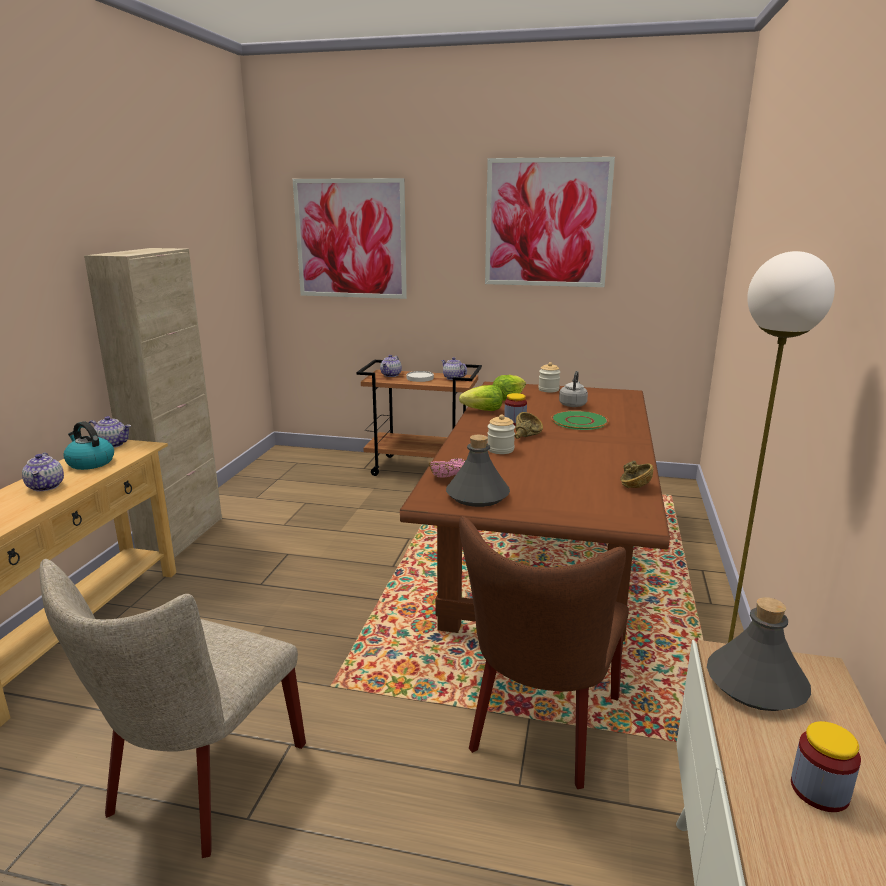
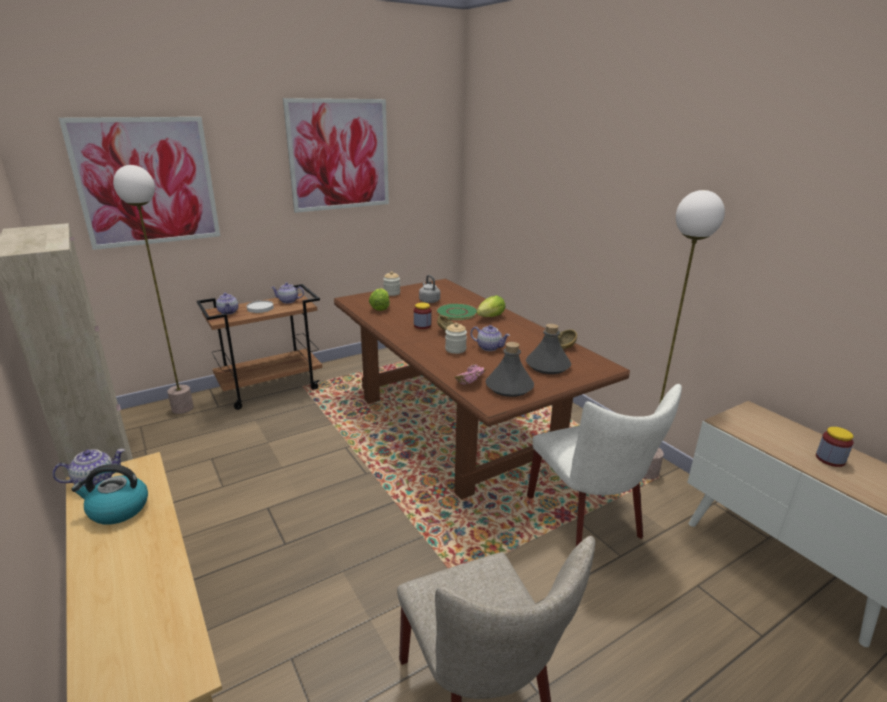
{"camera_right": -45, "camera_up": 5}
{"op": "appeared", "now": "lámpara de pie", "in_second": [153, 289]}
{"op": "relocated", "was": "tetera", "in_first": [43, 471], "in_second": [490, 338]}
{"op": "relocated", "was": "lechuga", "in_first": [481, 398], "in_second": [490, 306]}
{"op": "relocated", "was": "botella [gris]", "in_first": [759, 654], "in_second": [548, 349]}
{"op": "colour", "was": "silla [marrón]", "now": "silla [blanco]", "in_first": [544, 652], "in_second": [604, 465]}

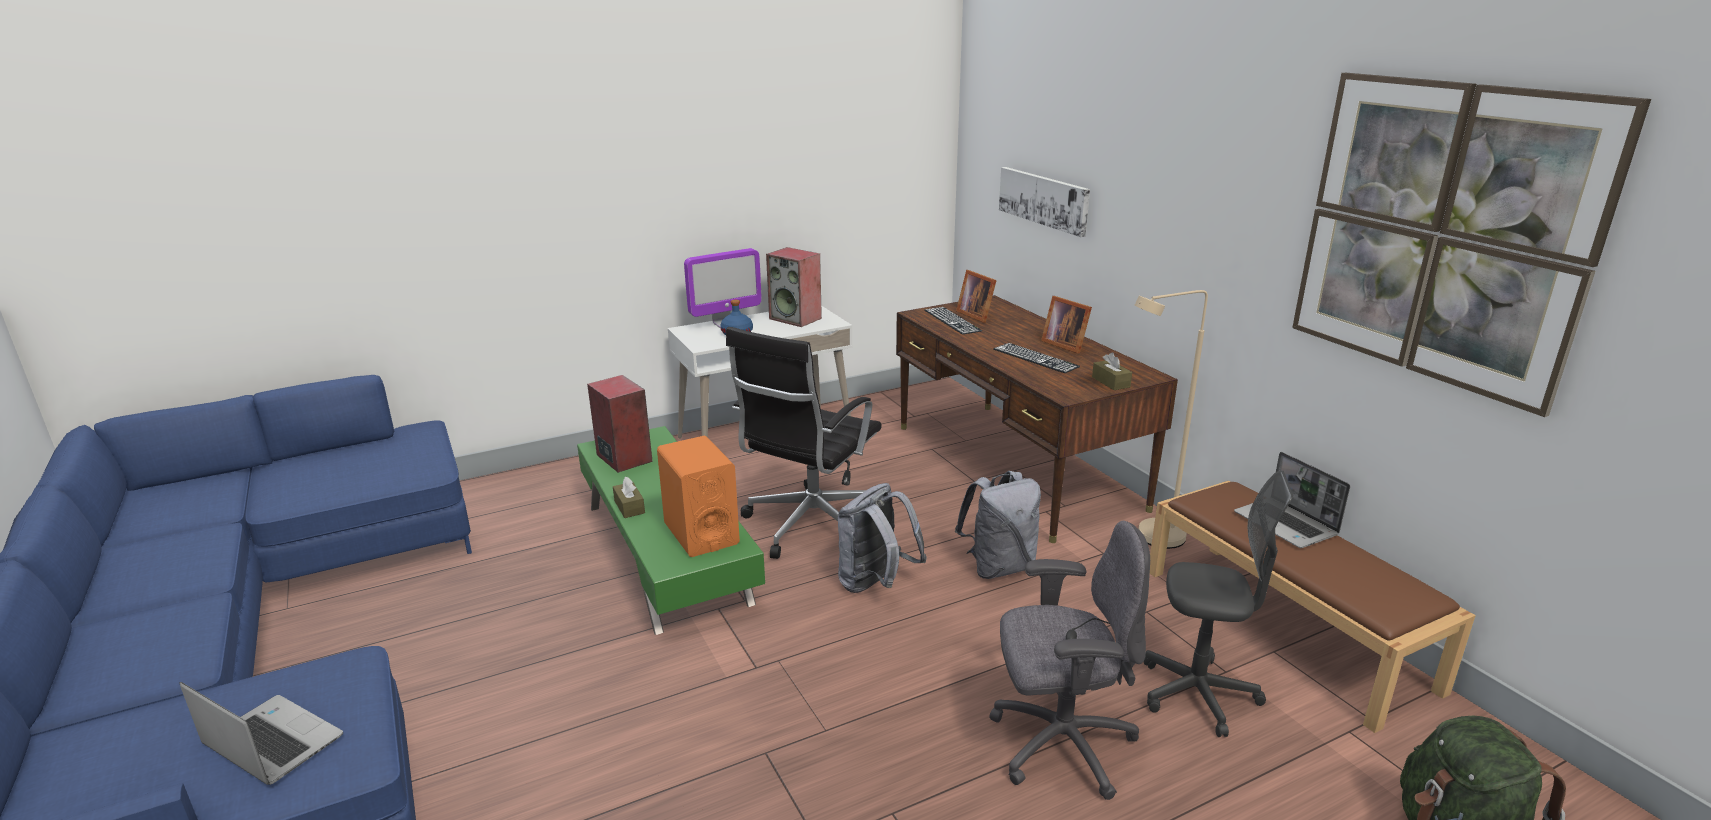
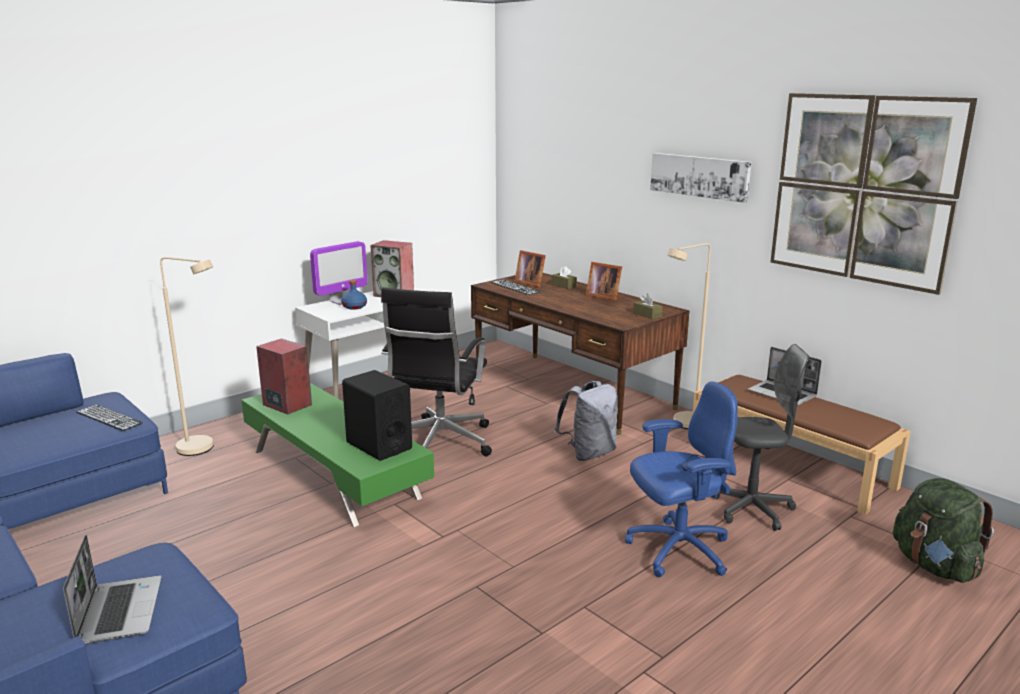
{"camera_right": -15, "camera_up": -5}
{"op": "missing", "was": "mochila [gris]", "in_first": [882, 538]}
{"op": "appeared", "now": "lámpara de pie [beis]", "in_second": [186, 356]}
{"op": "relocated", "was": "caja de pañuelos [marrón]", "in_first": [629, 497], "in_second": [564, 277]}
{"op": "relocated", "was": "teclado", "in_first": [1036, 358], "in_second": [109, 418]}
{"op": "relocated", "was": "cuadro", "in_first": [1044, 202], "in_second": [700, 178]}
{"op": "colour", "was": "altavoz [naranja]", "now": "altavoz [negro]", "in_first": [698, 496], "in_second": [377, 415]}
{"op": "colour", "was": "silla de oficina [gris]", "now": "silla de oficina [azul]", "in_first": [1069, 660], "in_second": [681, 479]}
{"op": "spun", "was": "portátil", "in_first": [261, 733], "in_second": [112, 589], "clockwise": 60}

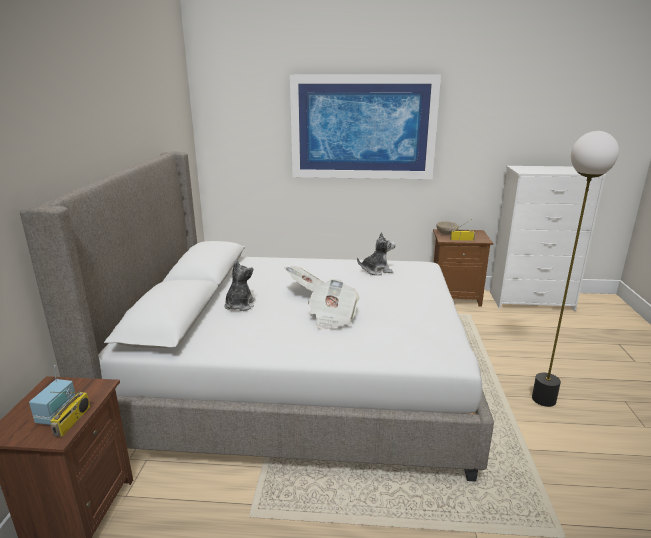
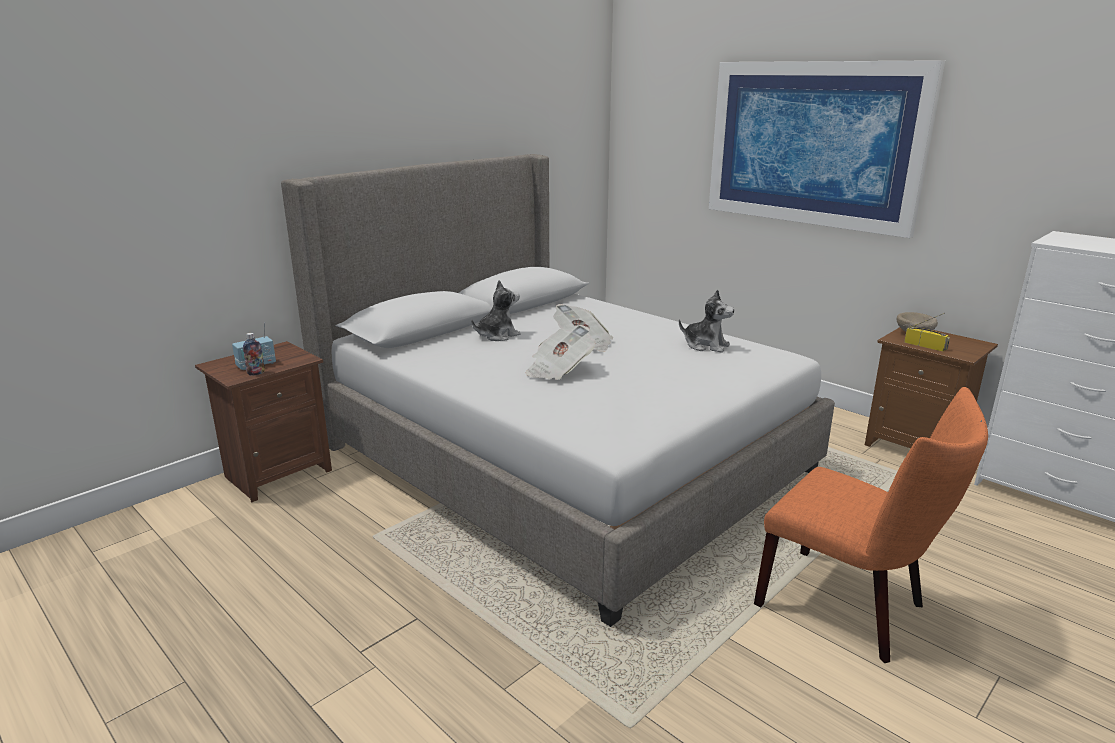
{"camera_right": 40, "camera_up": 0}
{"op": "exchanged", "was": "radio", "now": "botella", "in_first": [70, 414], "in_second": [254, 354]}
{"op": "exchanged", "was": "lámpara de pie", "now": "silla [naranja]", "in_first": [575, 269], "in_second": [871, 525]}

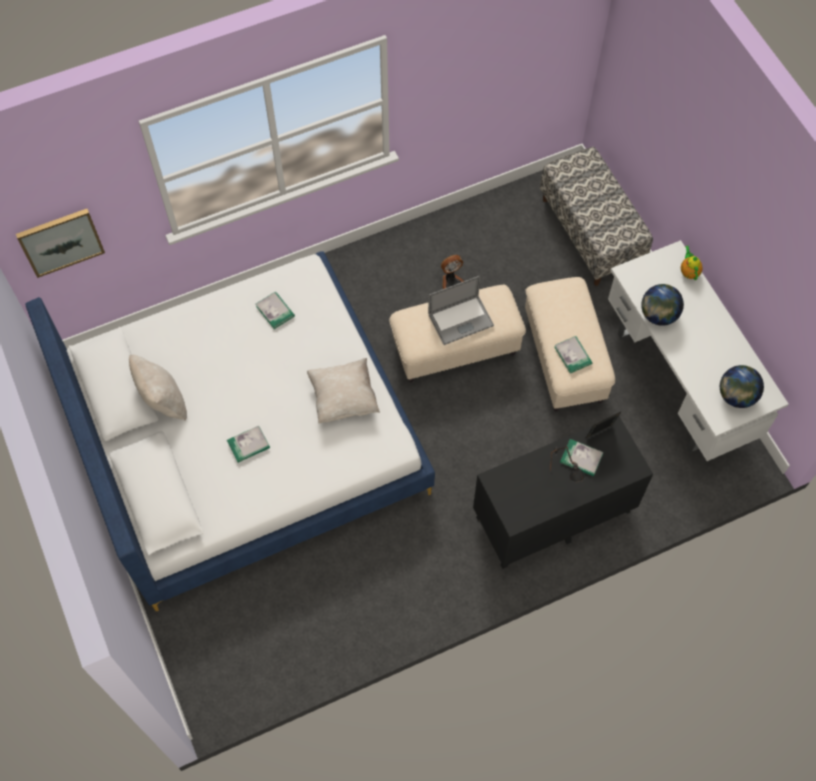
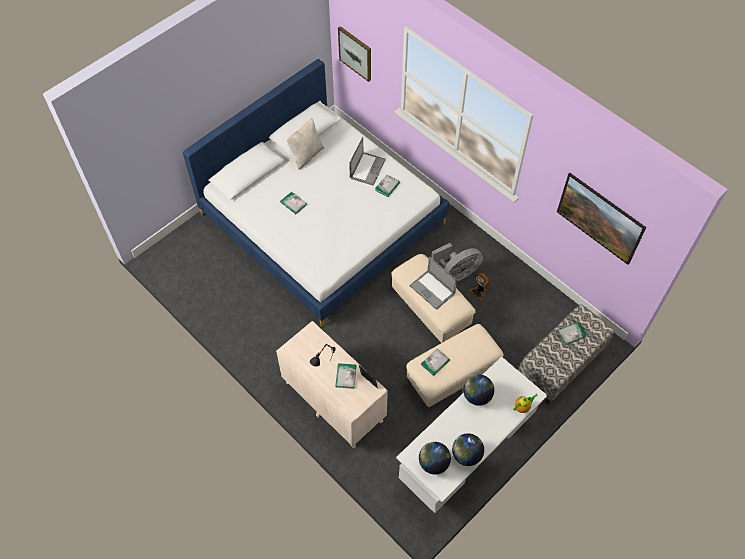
{"camera_right": 70, "camera_up": -5}
{"op": "missing", "was": "cojín [beis]", "in_first": [343, 391]}
{"op": "appeared", "now": "portátil", "in_second": [367, 161]}
{"op": "appeared", "now": "ventilador [gris]", "in_second": [457, 262]}
{"op": "appeared", "now": "globo terráqueo", "in_second": [468, 449]}
{"op": "appeared", "now": "cuadro", "in_second": [601, 219]}
{"op": "appeared", "now": "libro", "in_second": [572, 333]}
{"op": "colour", "was": "cómoda [negro]", "now": "cómoda [beis]", "in_first": [563, 492], "in_second": [332, 385]}

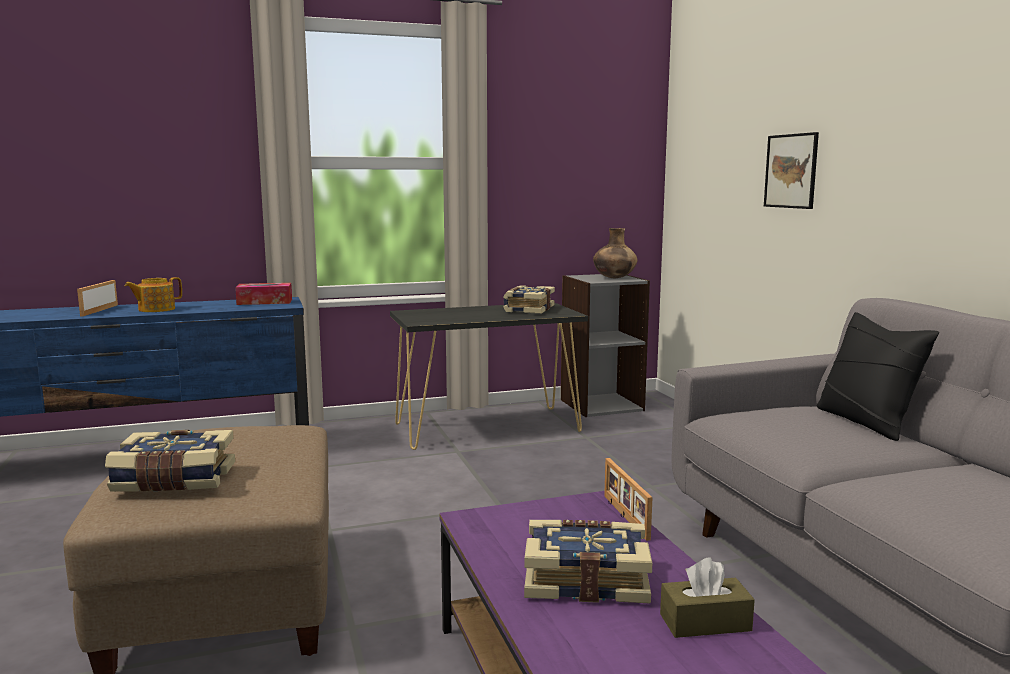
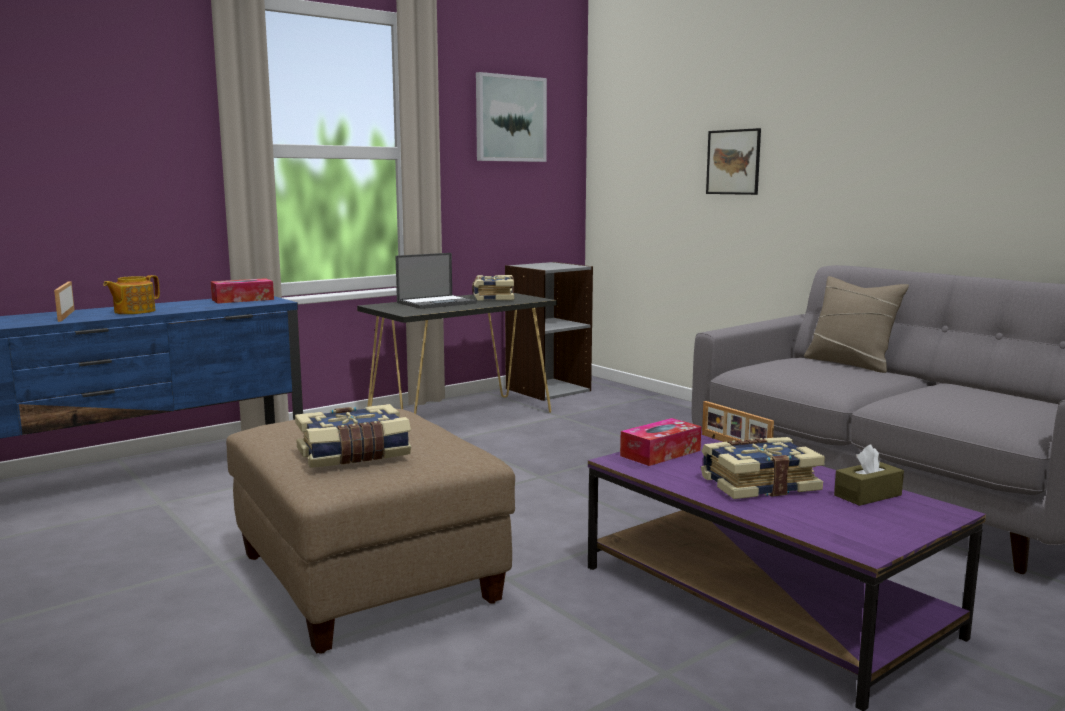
{"camera_right": -20, "camera_up": 0}
{"op": "missing", "was": "florero [marrón]", "in_first": [615, 253]}
{"op": "appeared", "now": "portátil", "in_second": [436, 281]}
{"op": "appeared", "now": "cuadro", "in_second": [511, 117]}
{"op": "appeared", "now": "caja de pañuelos", "in_second": [660, 442]}
{"op": "colour", "was": "cojín [negro]", "now": "cojín [beis]", "in_first": [878, 376], "in_second": [856, 324]}

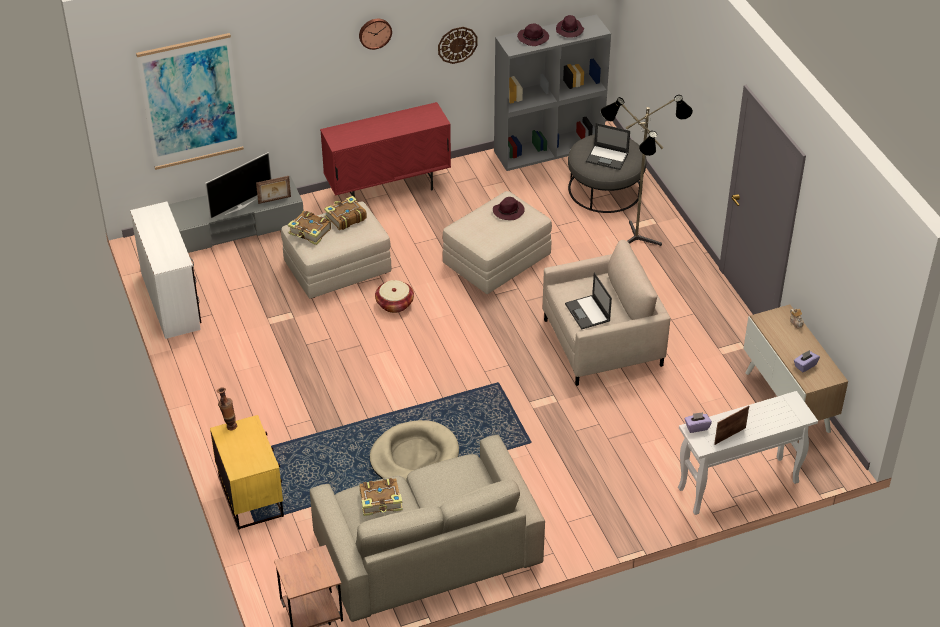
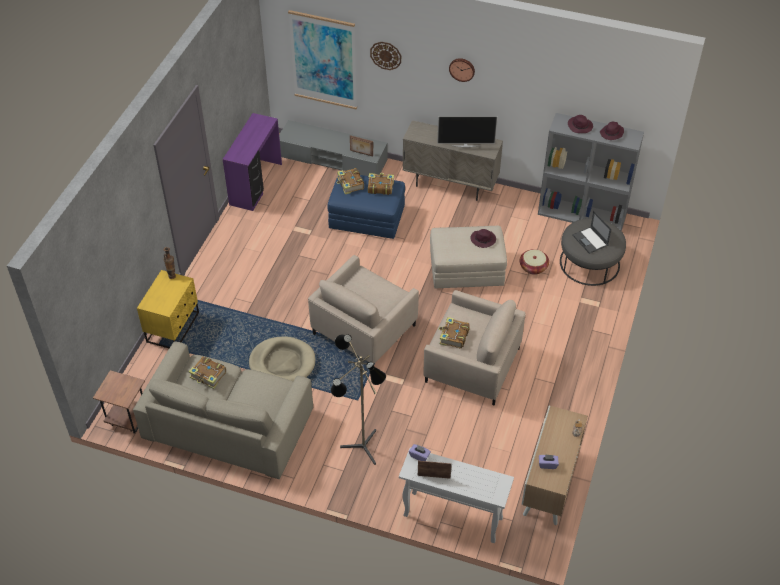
{"camera_right": 40, "camera_up": 5}
{"op": "appeared", "now": "sillón [beis]", "in_second": [363, 309]}
{"op": "relocated", "was": "televisor", "in_first": [238, 186], "in_second": [467, 132]}
{"op": "relocated", "was": "cesta", "in_first": [394, 296], "in_second": [534, 262]}
{"op": "relocated", "was": "reloj de pared", "in_first": [457, 45], "in_second": [385, 56]}
{"op": "relocated", "was": "lámpara de pie", "in_first": [647, 170], "in_second": [358, 399]}
{"op": "exchanged", "was": "portátil", "now": "libro", "in_first": [588, 301], "in_second": [454, 333]}
{"op": "colour", "was": "escritorio [blanco]", "now": "escritorio [morado]", "in_first": [165, 270], "in_second": [252, 162]}
{"op": "colour", "was": "puf [beis]", "now": "puf [azul]", "in_first": [336, 250], "in_second": [366, 207]}
{"op": "colour", "was": "armario [rojo]", "now": "armario [beis]", "in_first": [385, 150], "in_second": [452, 160]}

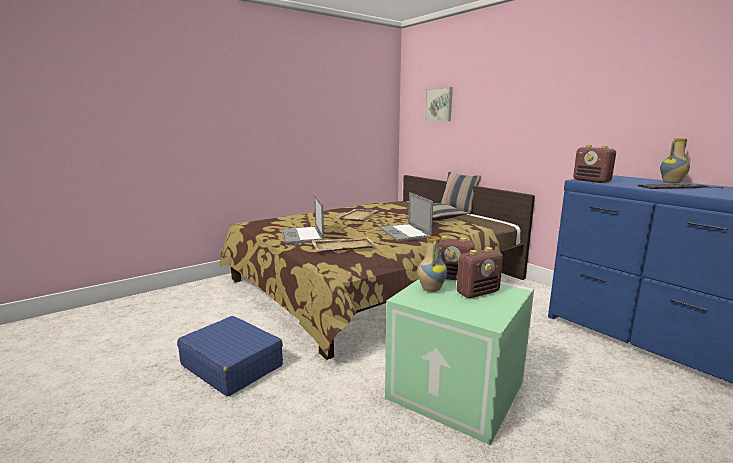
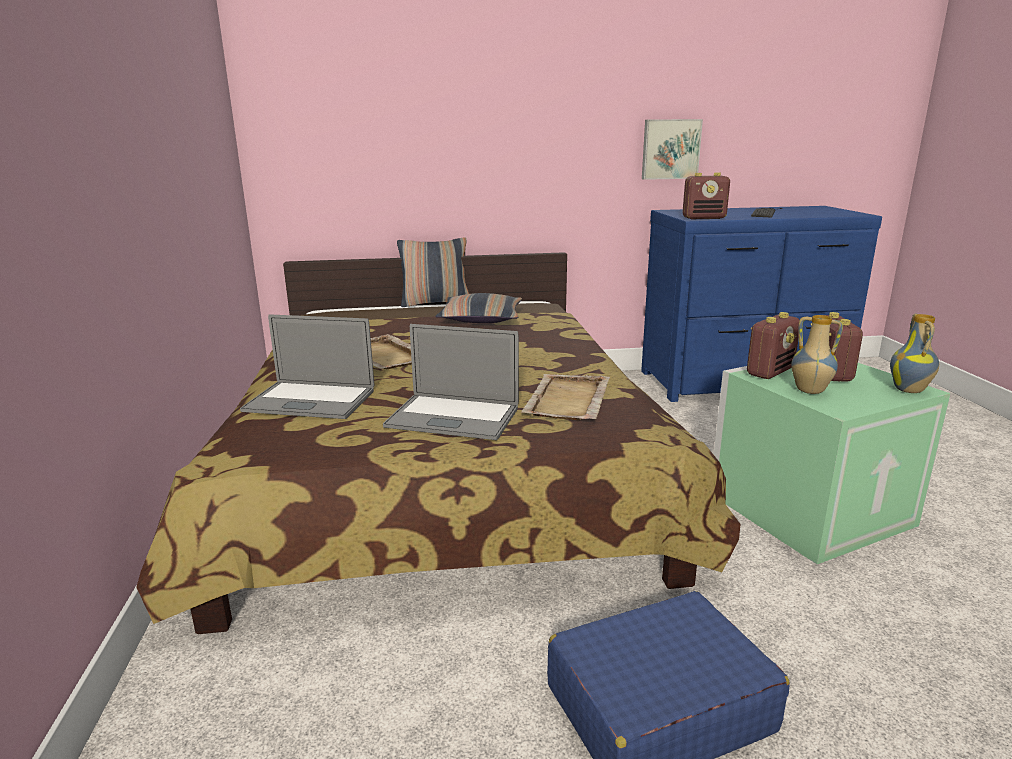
{"camera_right": -60, "camera_up": 5}
{"op": "relocated", "was": "portátil", "in_first": [406, 216], "in_second": [307, 366]}
{"op": "relocated", "was": "cuadro", "in_first": [439, 104], "in_second": [672, 149]}
{"op": "relocated", "was": "florero", "in_first": [675, 161], "in_second": [914, 353]}

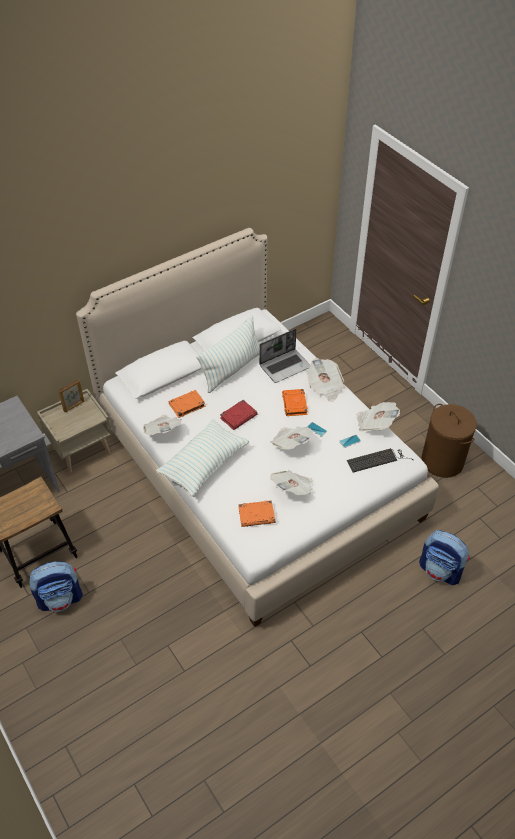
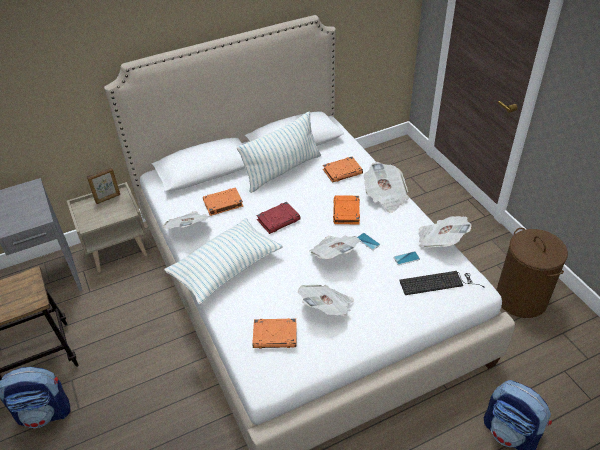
{"camera_right": 10, "camera_up": -5}
{"op": "exchanged", "was": "portátil", "now": "libro [naranja]", "in_first": [285, 356], "in_second": [343, 170]}

